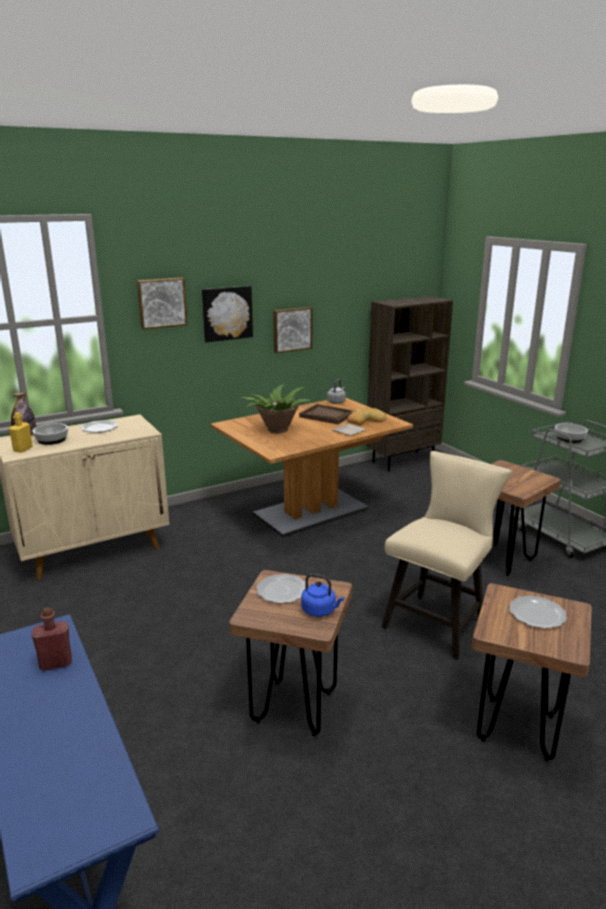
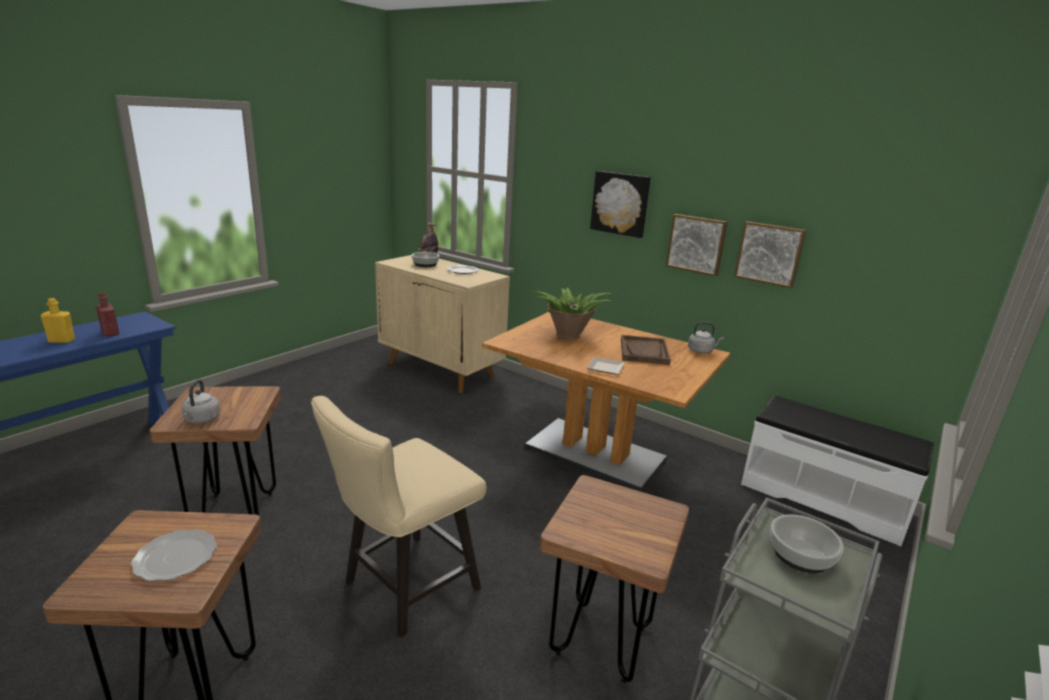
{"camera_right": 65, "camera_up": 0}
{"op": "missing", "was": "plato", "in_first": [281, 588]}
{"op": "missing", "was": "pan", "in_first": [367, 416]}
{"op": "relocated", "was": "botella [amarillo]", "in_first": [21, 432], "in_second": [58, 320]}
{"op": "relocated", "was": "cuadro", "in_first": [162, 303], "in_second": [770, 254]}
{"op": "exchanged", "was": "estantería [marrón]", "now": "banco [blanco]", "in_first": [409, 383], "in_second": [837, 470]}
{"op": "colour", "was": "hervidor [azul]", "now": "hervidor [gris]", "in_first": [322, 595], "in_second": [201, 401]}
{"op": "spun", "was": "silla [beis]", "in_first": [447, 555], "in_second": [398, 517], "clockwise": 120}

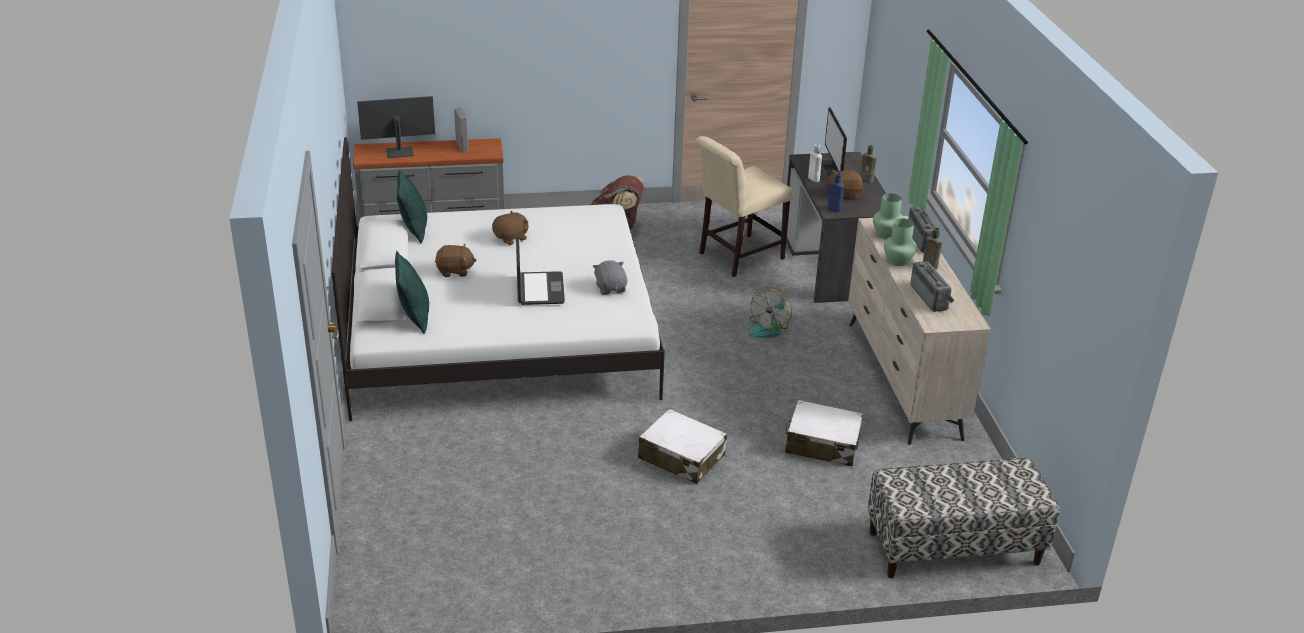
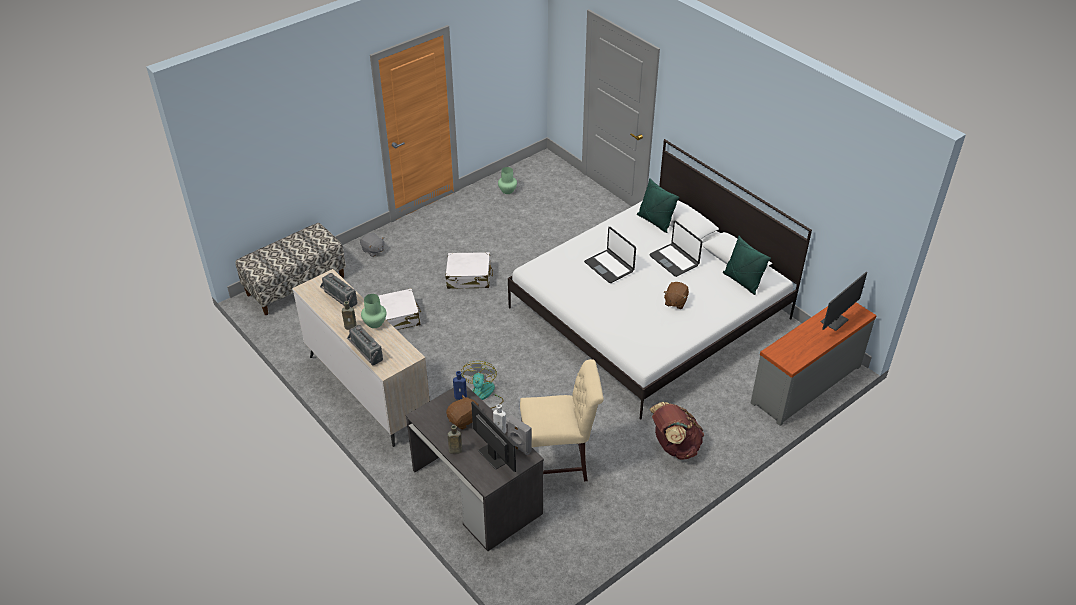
{"camera_right": 150, "camera_up": 10}
{"op": "relocated", "was": "altavoz [gris]", "in_first": [461, 129], "in_second": [519, 435]}
{"op": "relocated", "was": "peluche [gris]", "in_first": [610, 277], "in_second": [372, 244]}
{"op": "relocated", "was": "florero [verde]", "in_first": [888, 216], "in_second": [507, 180]}
{"op": "exchanged", "was": "peluche [marrón]", "now": "portátil", "in_first": [455, 260], "in_second": [675, 249]}
{"op": "spun", "was": "silla [beis]", "in_first": [744, 206], "in_second": [562, 420], "clockwise": 60}

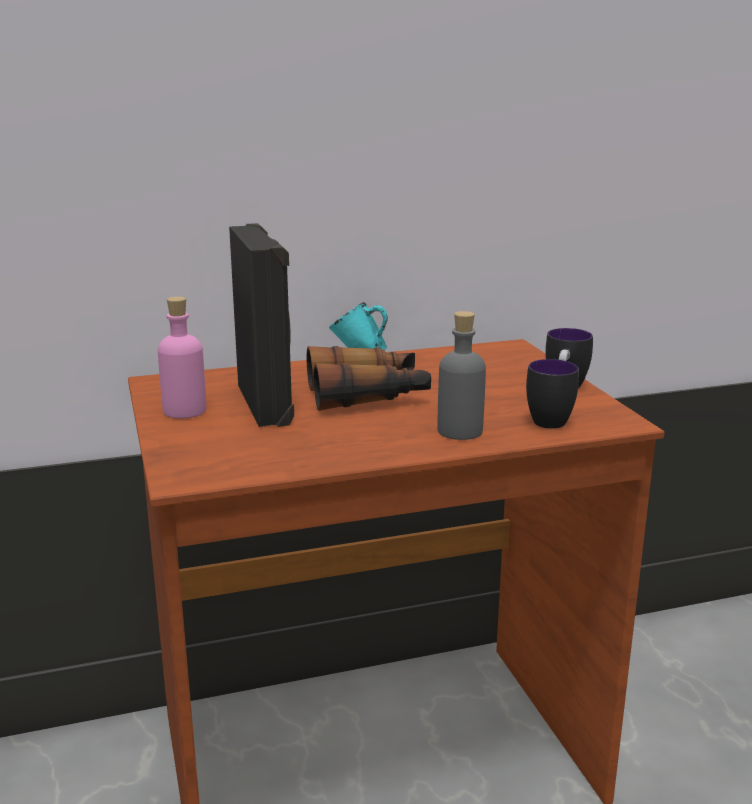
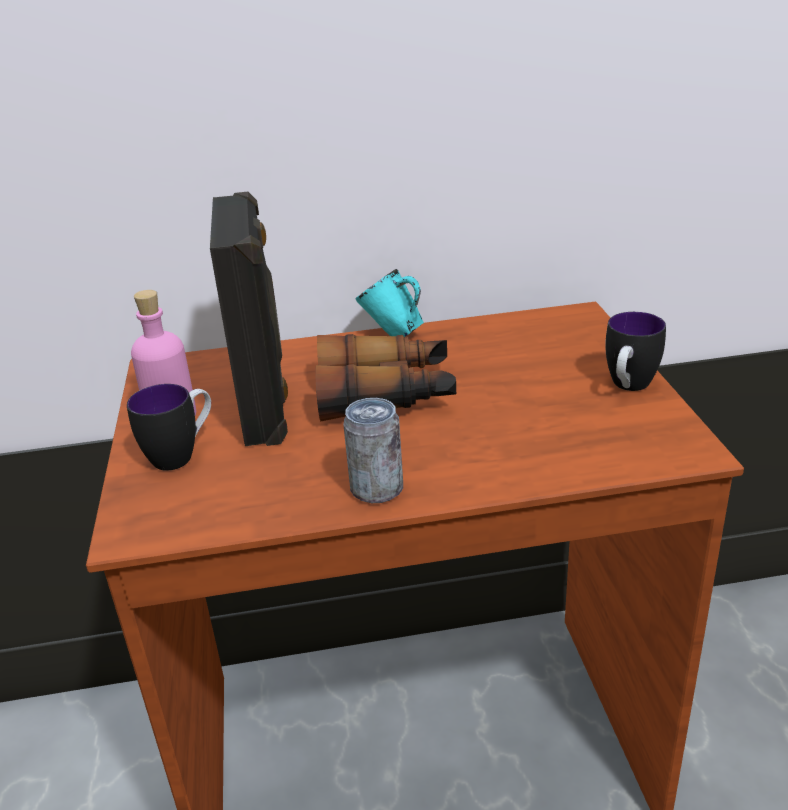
{"camera_right": 10, "camera_up": 10}
{"op": "missing", "was": "botella [gris]", "in_first": [461, 375]}
{"op": "appeared", "now": "lata", "in_second": [373, 450]}
{"op": "relocated", "was": "taza grande", "in_first": [552, 394], "in_second": [169, 427]}

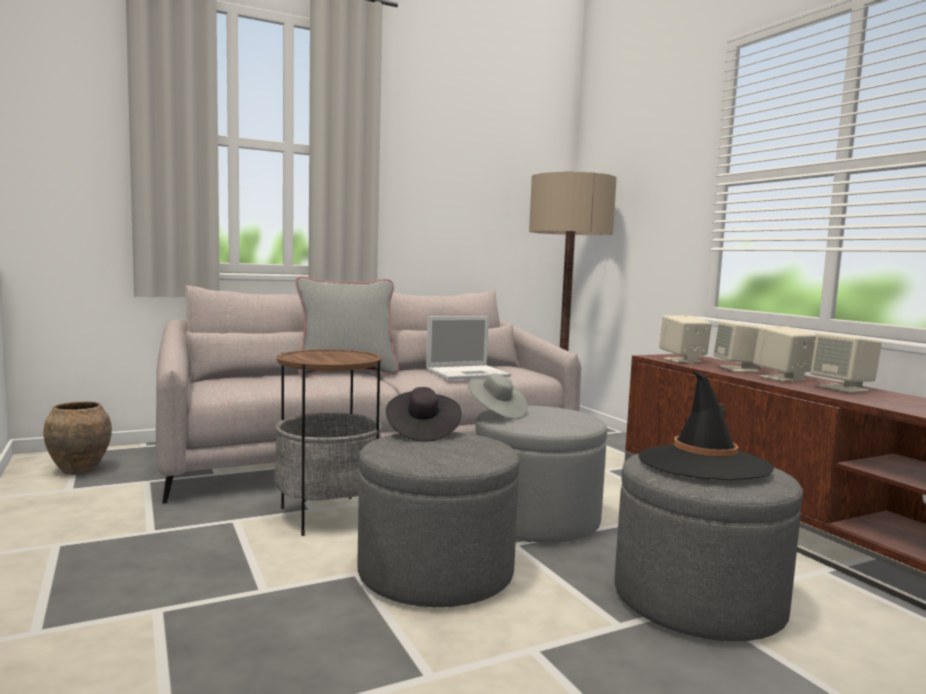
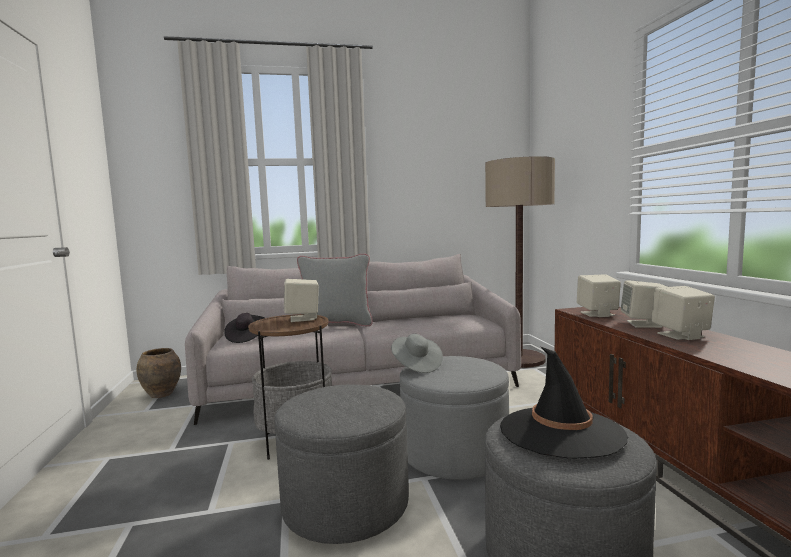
{"camera_right": 15, "camera_up": 0}
{"op": "missing", "was": "portátil", "in_first": [468, 348]}
{"op": "relocated", "was": "sombrero [negro]", "in_first": [424, 414], "in_second": [244, 328]}
{"op": "relocated", "was": "altavoz [beis]", "in_first": [846, 363], "in_second": [301, 300]}

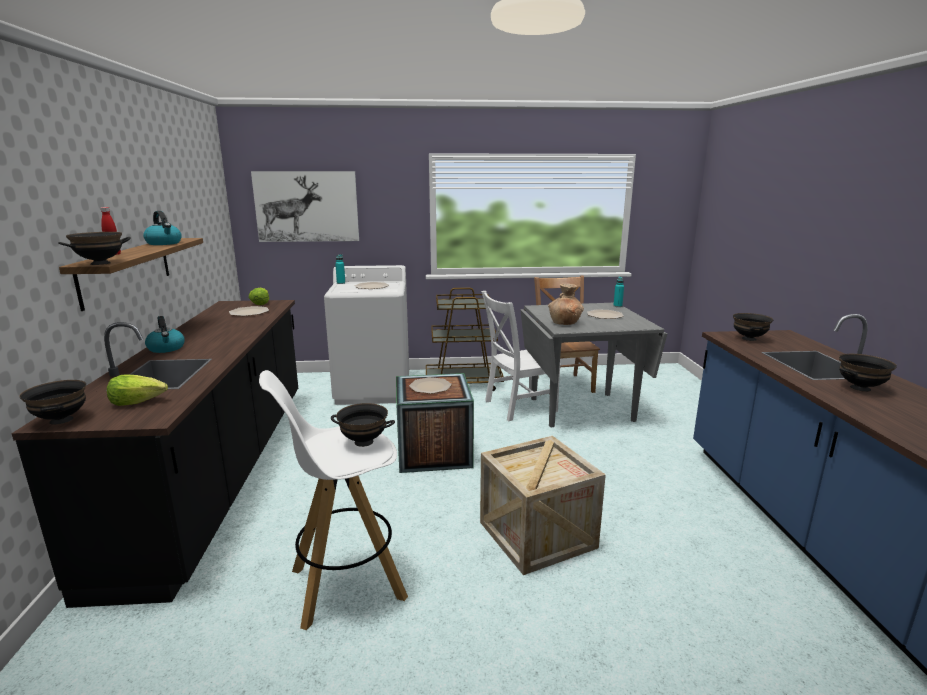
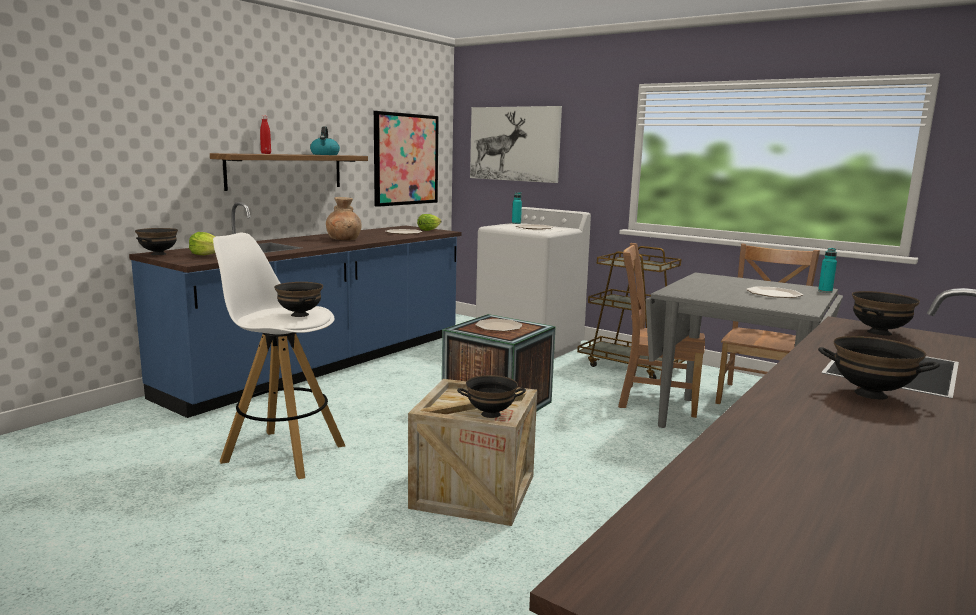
{"camera_right": 40, "camera_up": -5}
{"op": "missing", "was": "hervidor", "in_first": [165, 334]}
{"op": "appeared", "now": "cuadro", "in_second": [406, 159]}
{"op": "relocated", "was": "cuenco [negro]", "in_first": [94, 248], "in_second": [491, 396]}
{"op": "relocated", "was": "florero [marrón]", "in_first": [566, 304], "in_second": [344, 218]}
{"op": "colour", "was": "mueble bajo de cocina [negro]", "now": "mueble bajo de cocina [azul]", "in_first": [154, 454], "in_second": [295, 310]}
{"op": "colour", "was": "silla [blanco]", "now": "silla [marrón]", "in_first": [521, 356], "in_second": [661, 330]}

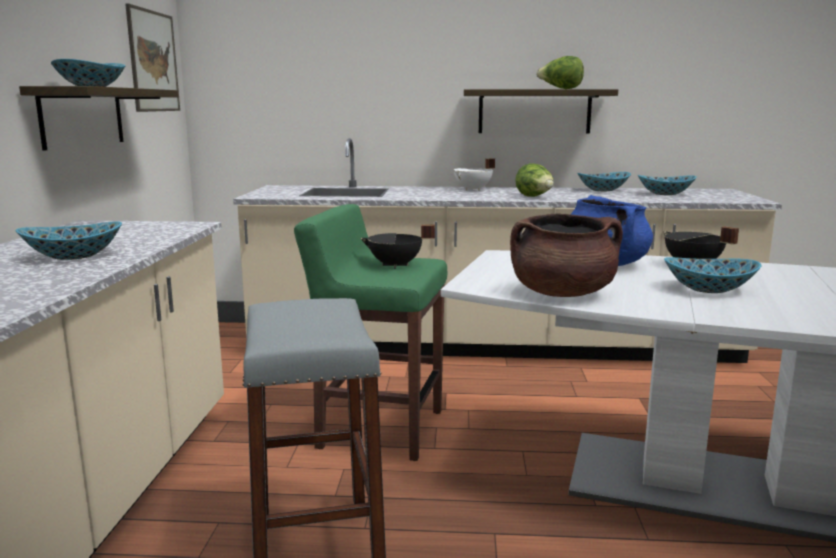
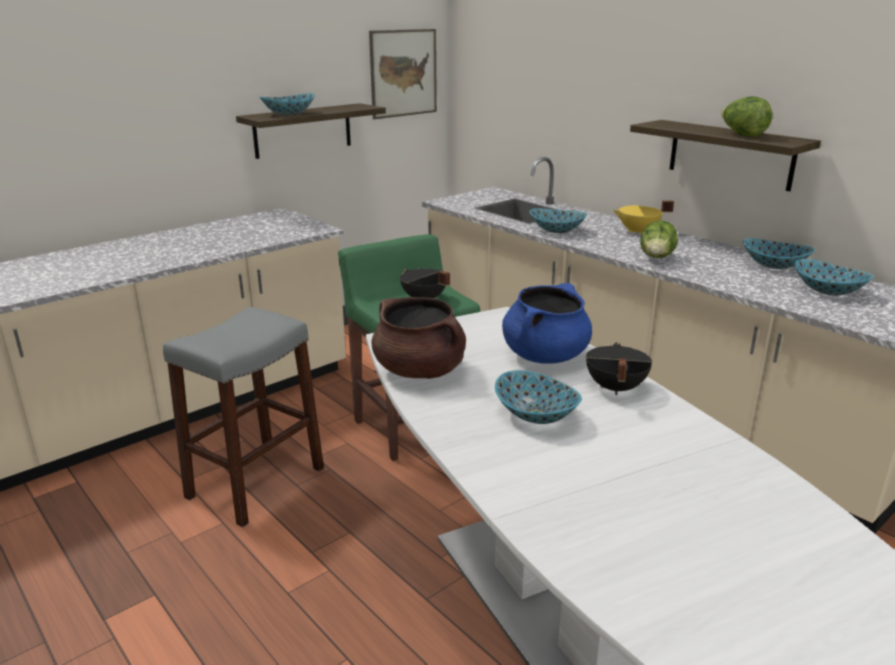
{"camera_right": 45, "camera_up": 10}
{"op": "relocated", "was": "cuenco", "in_first": [69, 240], "in_second": [558, 220]}
{"op": "colour", "was": "olla [blanco]", "now": "olla [amarillo]", "in_first": [474, 174], "in_second": [643, 217]}

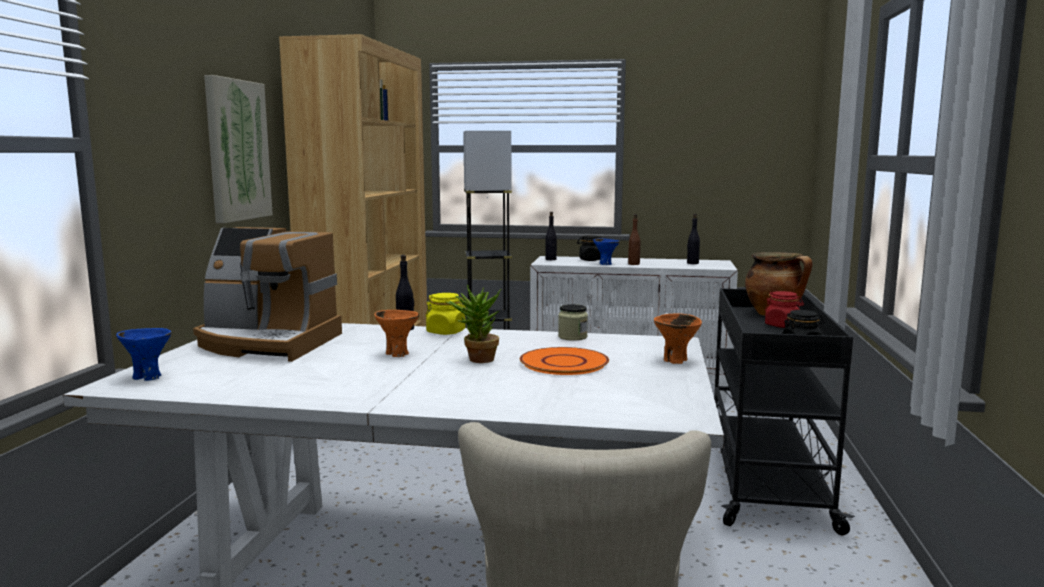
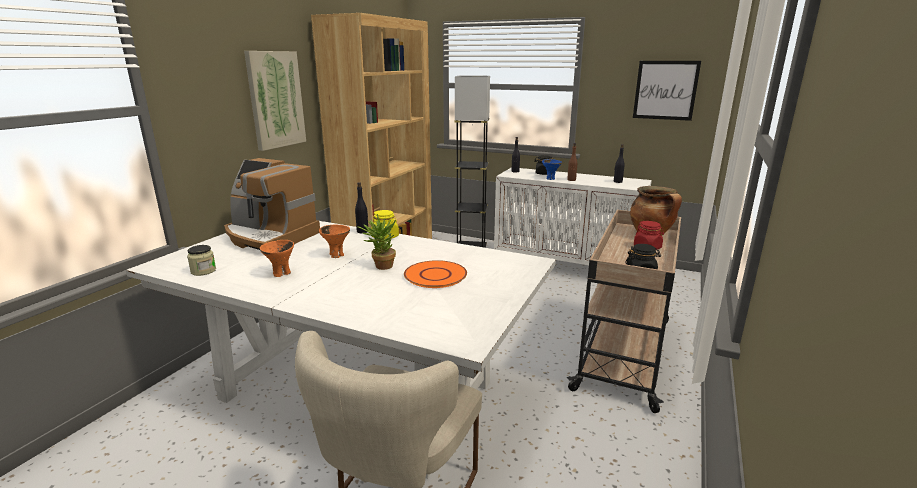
{"camera_right": 15, "camera_up": 10}
{"op": "missing", "was": "cuenco [azul]", "in_first": [144, 354]}
{"op": "appeared", "now": "cuadro", "in_second": [667, 91]}
{"op": "relocated", "was": "tarro", "in_first": [573, 322], "in_second": [201, 260]}
{"op": "relocated", "was": "cuenco [naranja]", "in_first": [678, 338], "in_second": [277, 258]}
{"op": "colour", "was": "carrito [negro]", "now": "carrito [beis]", "in_first": [784, 411], "in_second": [624, 311]}

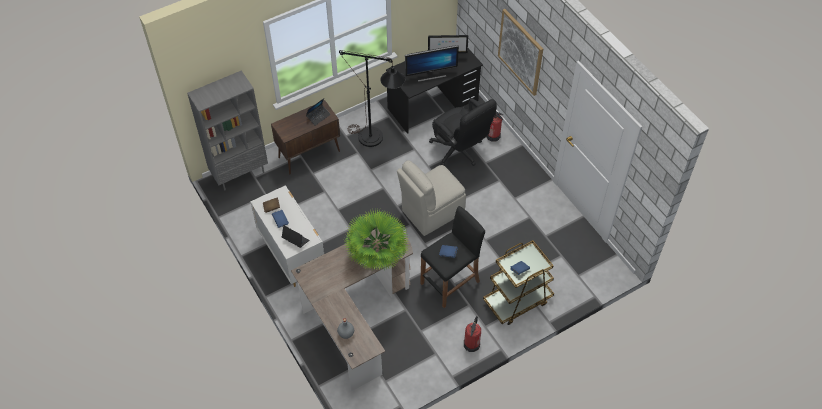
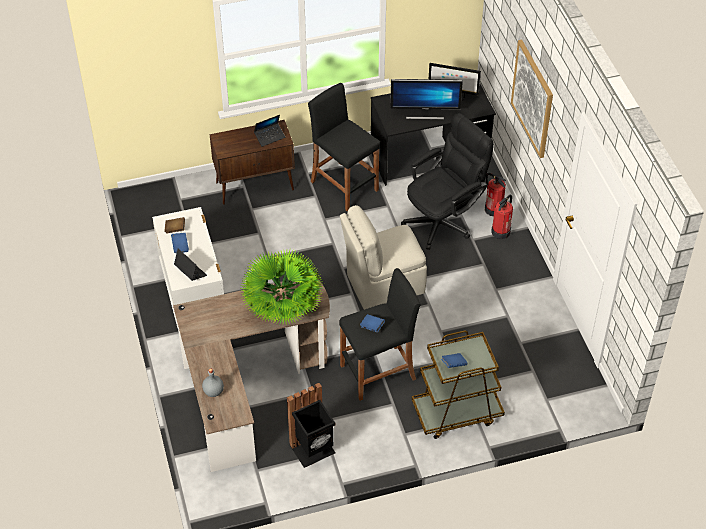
{"camera_right": 15, "camera_up": -5}
{"op": "missing", "was": "estantería [gris]", "in_first": [227, 130]}
{"op": "appeared", "now": "papelera [negro]", "in_second": [311, 425]}
{"op": "relocated", "was": "extintor", "in_first": [472, 334], "in_second": [502, 216]}
{"op": "exchanged", "was": "lámpara de pie [negro]", "now": "taburete [negro]", "in_first": [372, 98], "in_second": [344, 147]}
{"op": "spun", "was": "silla de oficina [negro]", "in_first": [463, 132], "in_second": [447, 181], "clockwise": -105}

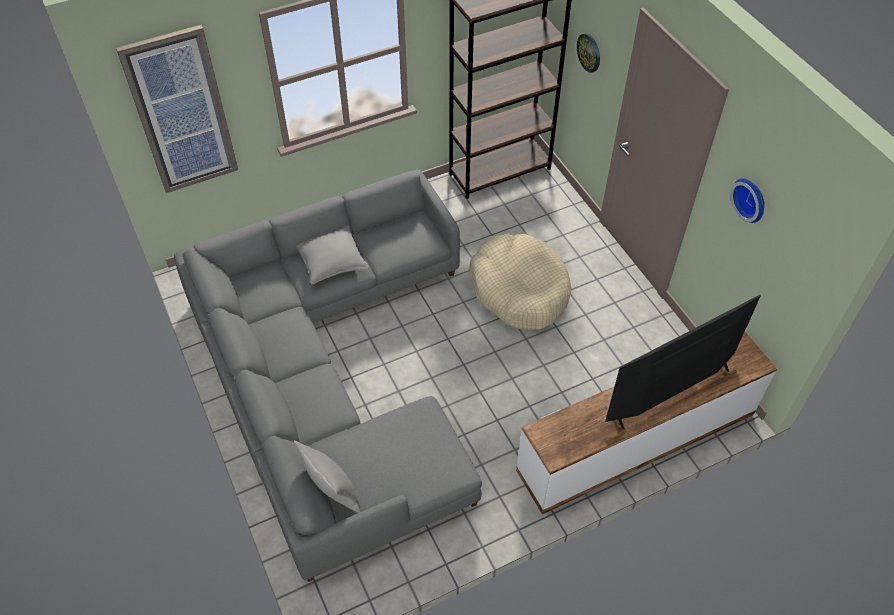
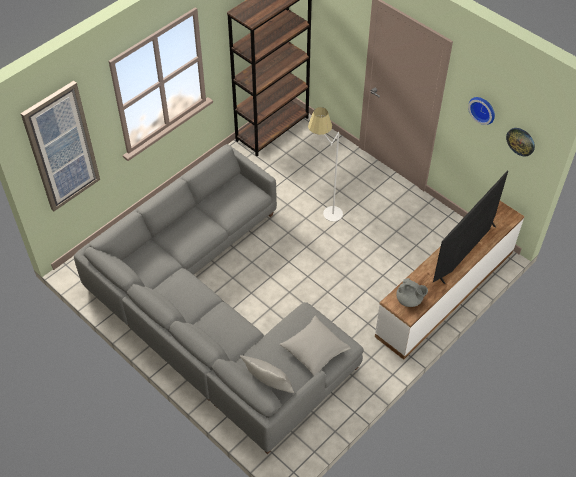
{"camera_right": -20, "camera_up": 0}
{"op": "appeared", "now": "tetera [gris]", "in_second": [412, 292]}
{"op": "relocated", "was": "cojín [gris]", "in_first": [332, 254], "in_second": [315, 346]}
{"op": "relocated", "was": "reloj de pared", "in_first": [588, 53], "in_second": [520, 142]}
{"op": "exchanged", "was": "cama para perro [beis]", "now": "lámpara de pie [blanco]", "in_first": [521, 282], "in_second": [325, 164]}

